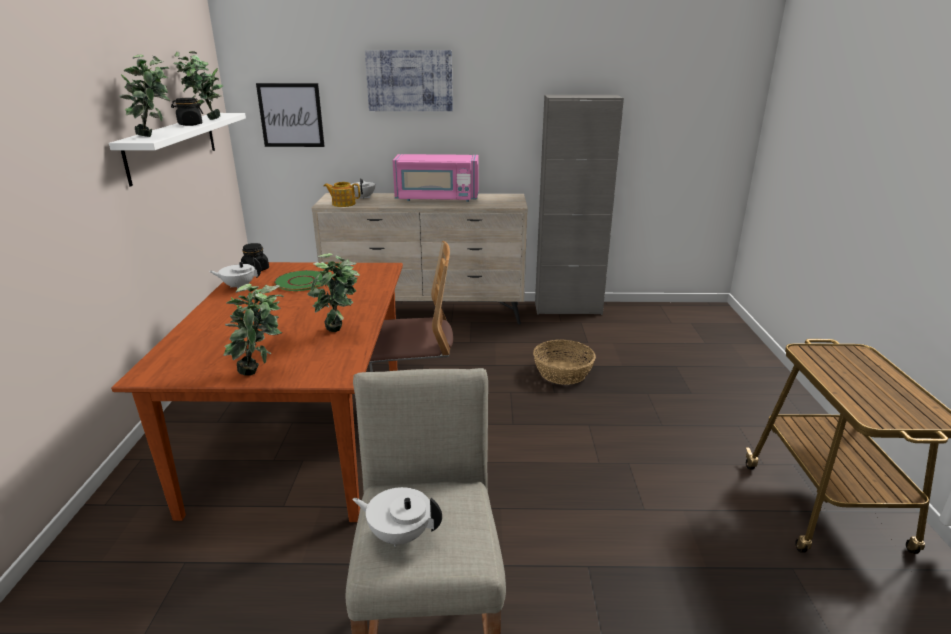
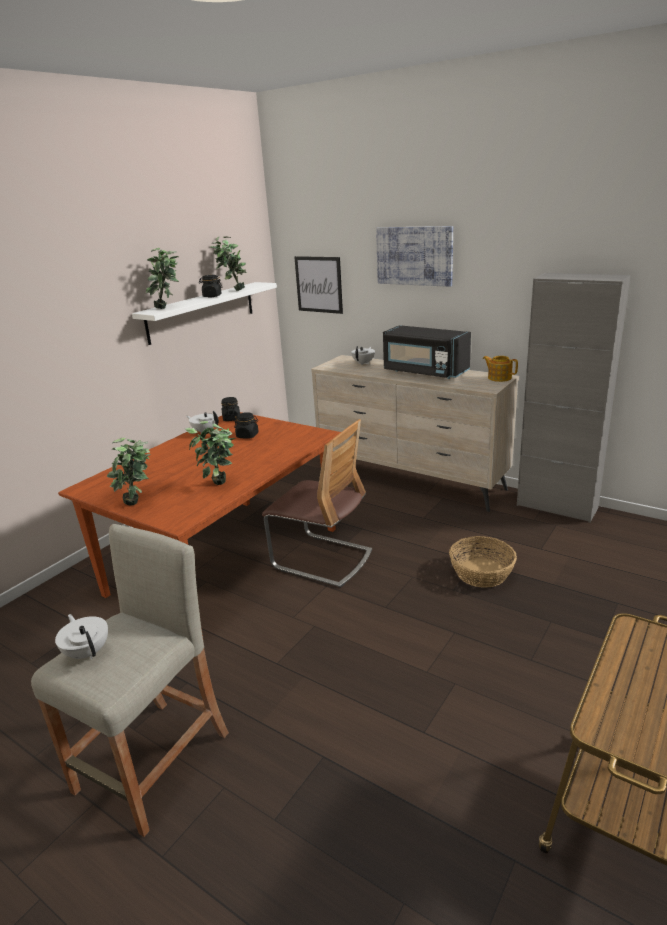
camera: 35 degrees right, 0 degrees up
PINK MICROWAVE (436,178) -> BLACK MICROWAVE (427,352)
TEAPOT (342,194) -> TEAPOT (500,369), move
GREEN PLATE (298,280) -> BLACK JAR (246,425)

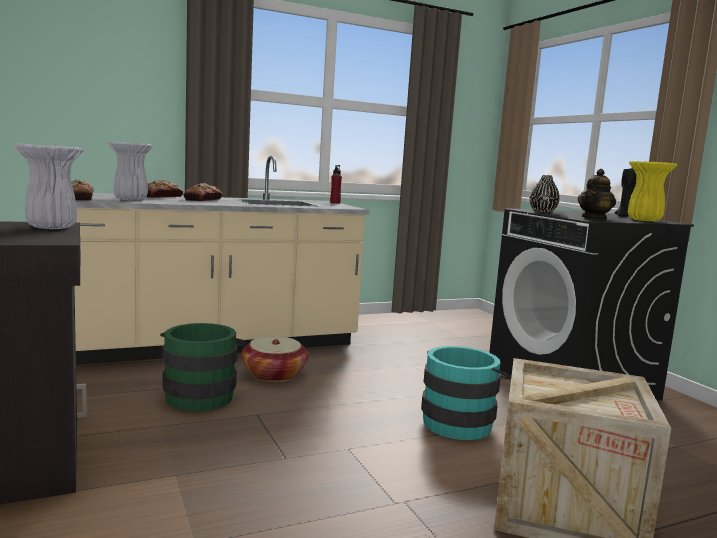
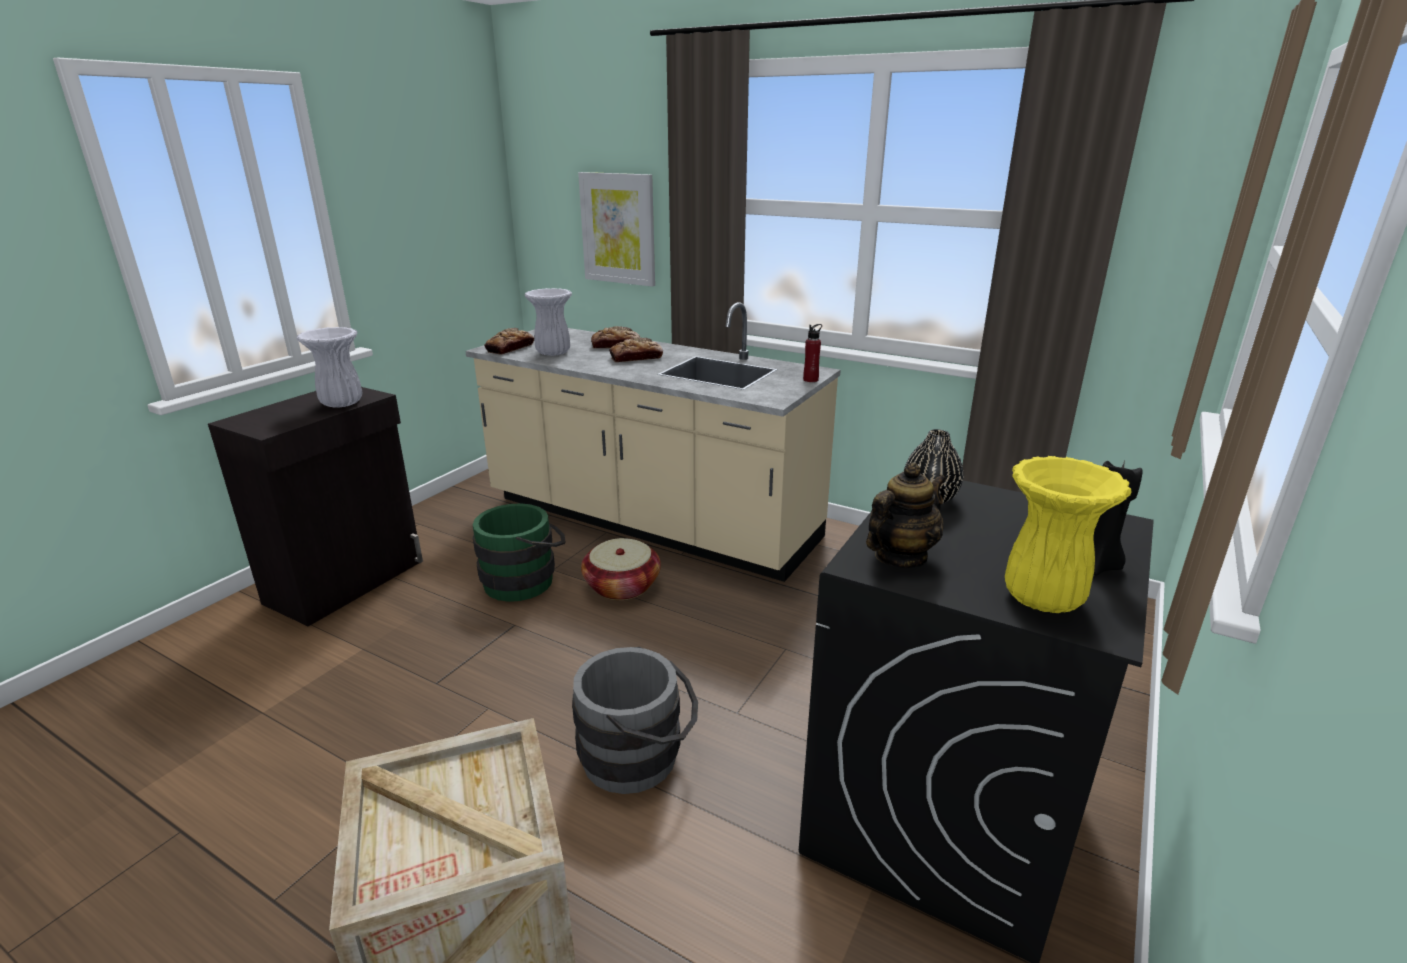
camera: 55 degrees right, 15 degrees up
TEAPOT (597,194) -> TEAPOT (906,515), 135 degrees clockwise
TURQUOISE BUCKET (466,393) -> GREY BUCKET (635,720)
none -> PICTURE (616,229)

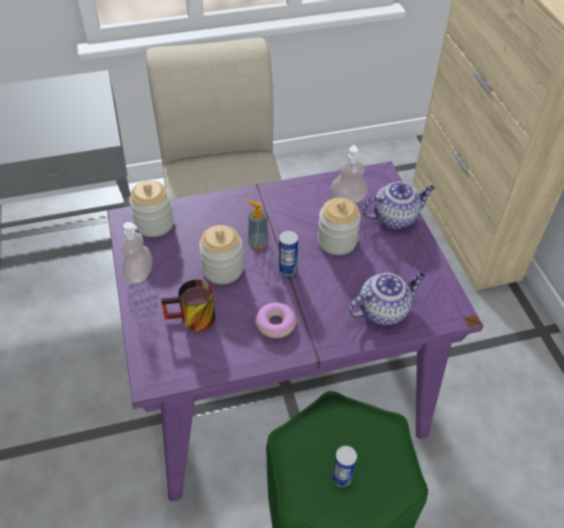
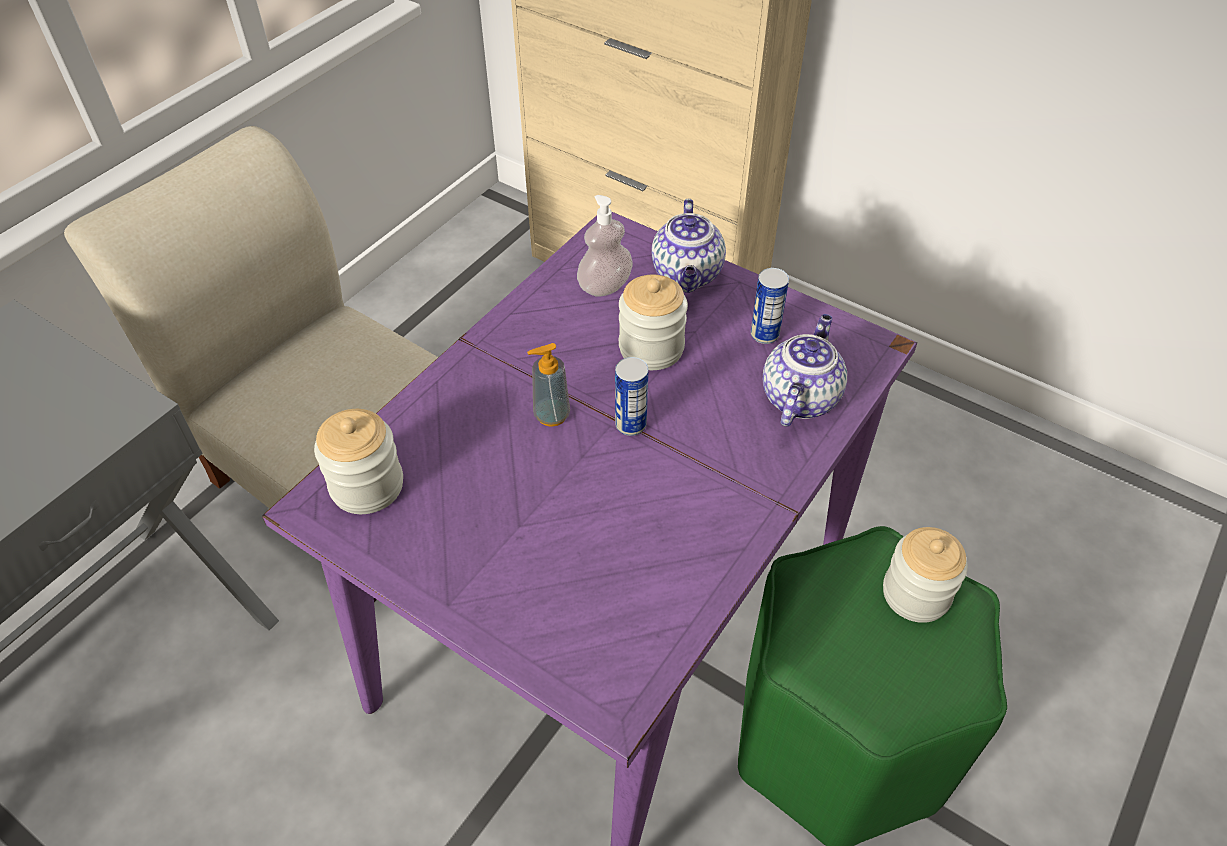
camera: 40 degrees left, 0 degrees up
TEAPOT (398,205) -> TEAPOT (688,246), 150 degrees clockwise
SOAP DISPENSER (137,253) -> none
JAR (221,254) -> JAR (925,575), move
MUG (188,305) -> none
DONUT (275,320) -> none
CAN (344,466) -> CAN (770,306), move

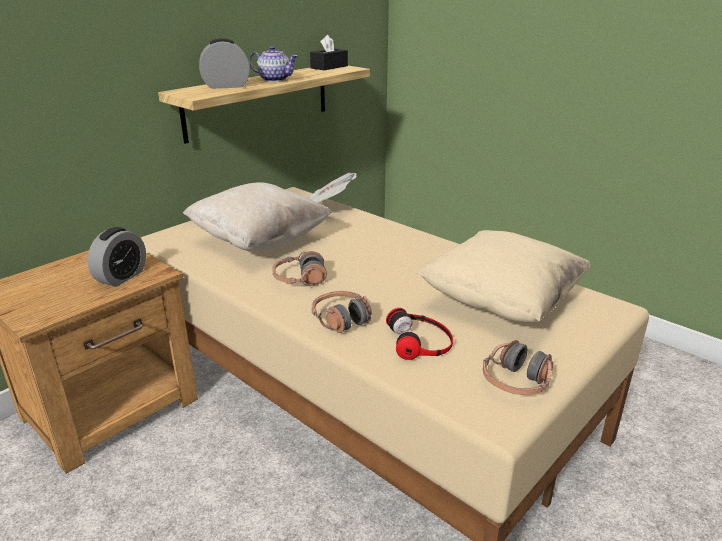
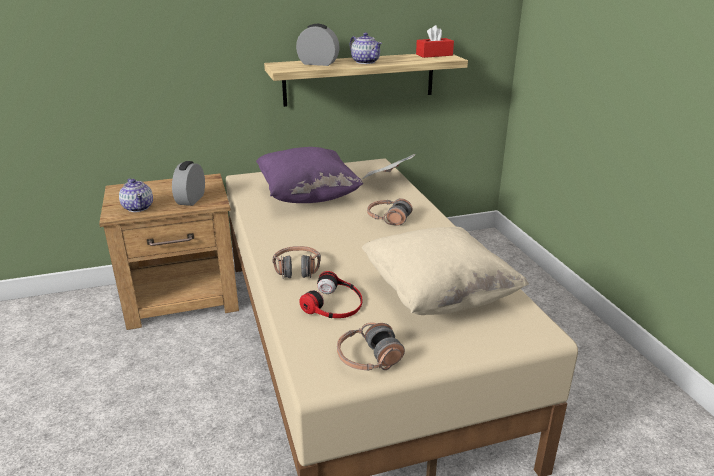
camera: 30 degrees right, 0 degrees up
BLACK TISSUE BOX (329,52) -> RED TISSUE BOX (435,41)
BEIGE PILLOW (257,216) -> PURPLE PILLOW (309,175)
ALARM CLOCK (116,257) -> ALARM CLOCK (188,183), 135 degrees clockwise
HEADPHONES (299,268) -> HEADPHONES (390,212), move
none -> TEAPOT (136,195)

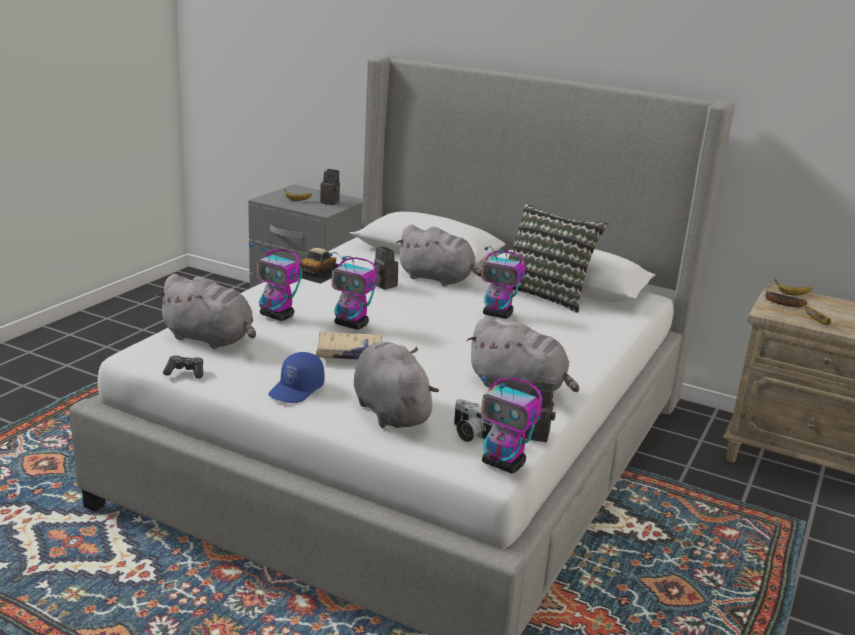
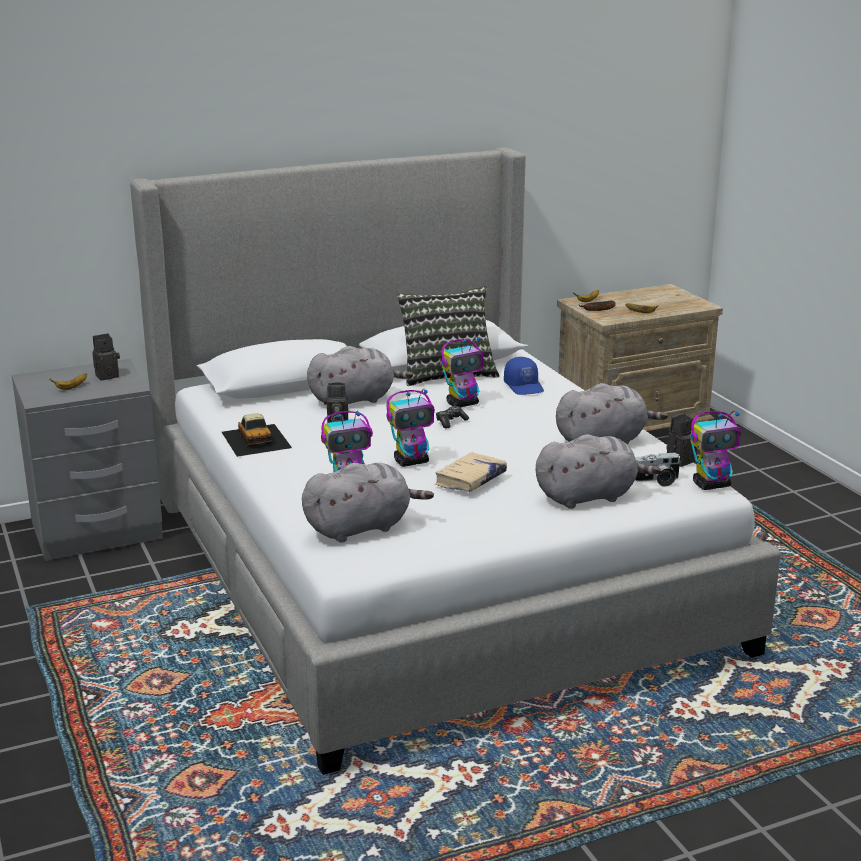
camera: 50 degrees left, 0 degrees up
GREY PLUSH TOY (396,385) -> GREY PLUSH TOY (598,471), 150 degrees clockwise
BLUE CAP (296,377) -> BLUE CAP (524,376), move
GAME CONTROLLER (183,367) -> GAME CONTROLLER (452,417), move

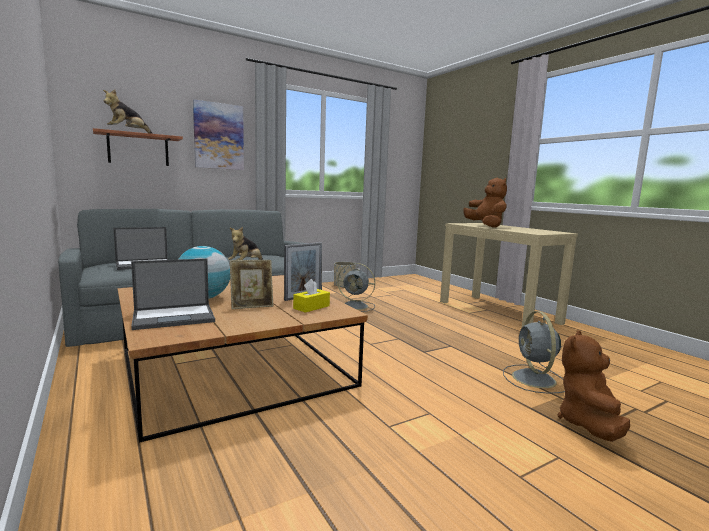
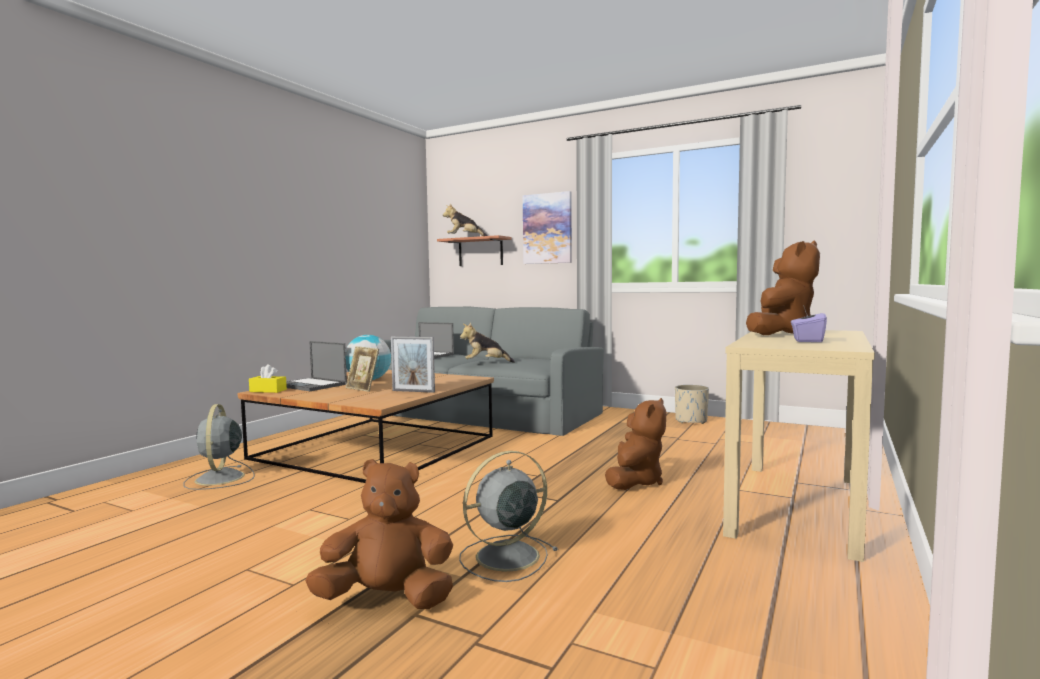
camera: 60 degrees right, 5 degrees down
GREY FAN (356,287) -> GREY FAN (219,447), move
YELLOW TISSUE BOX (311,296) -> YELLOW TISSUE BOX (268,378), move
none -> PURPLE TISSUE BOX (809,323)
none -> BROWN PLUSH TOY (635,444)

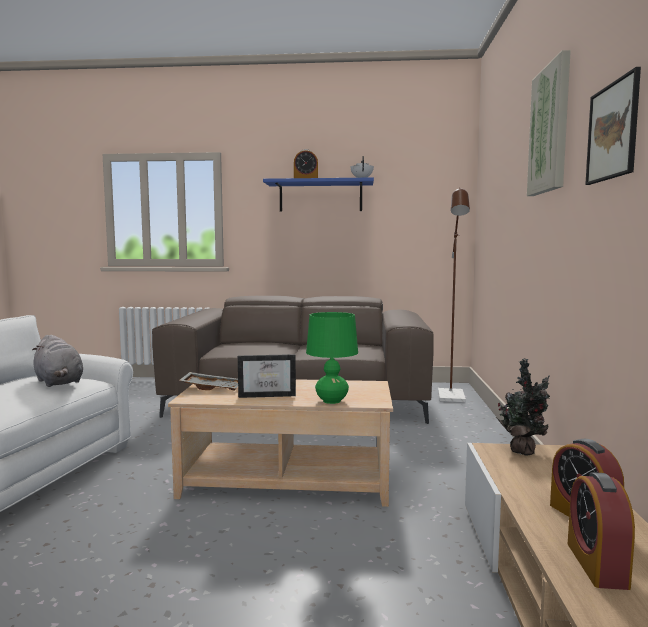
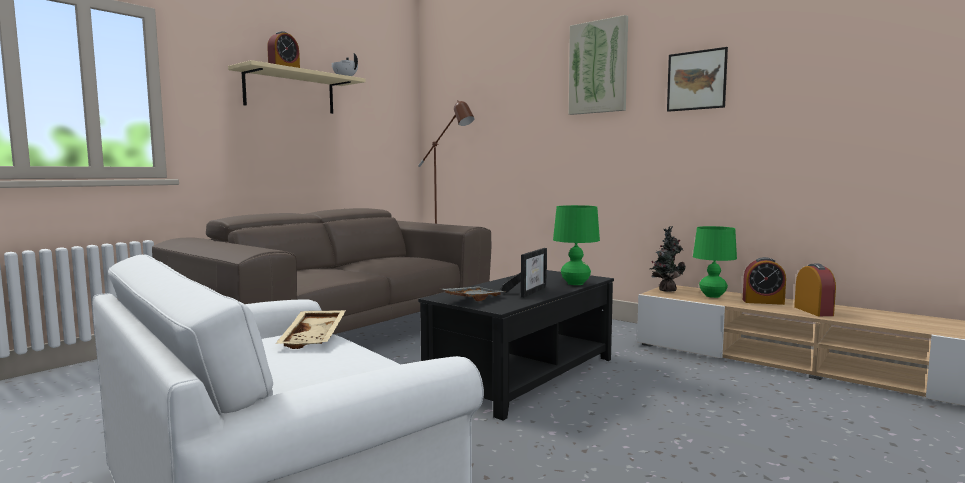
camera: 55 degrees left, 0 degrees up
BLUE SHELF (318,195) -> BEIGE SHELF (297,87)
GREY PLUSH TOY (57,361) -> BEIGE TRAY (311,329)
BEIGE COFFEE TABLE (280,443) -> BLACK COFFEE TABLE (516,345)
ALARM CLOCK (601,531) -> ALARM CLOCK (815,290), 135 degrees counterclockwise
none -> GREEN TABLE LAMP (715,262)

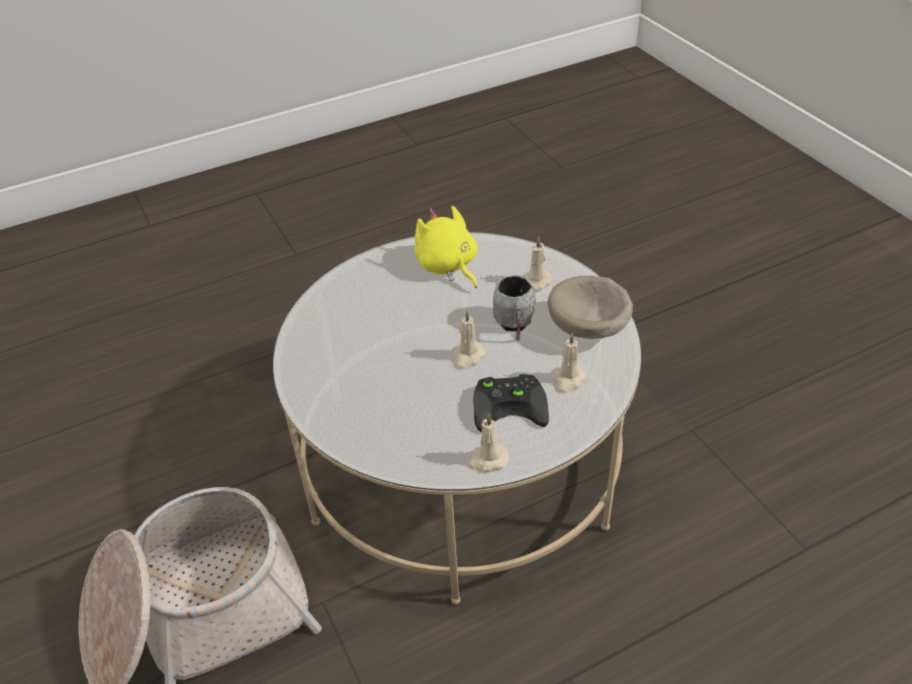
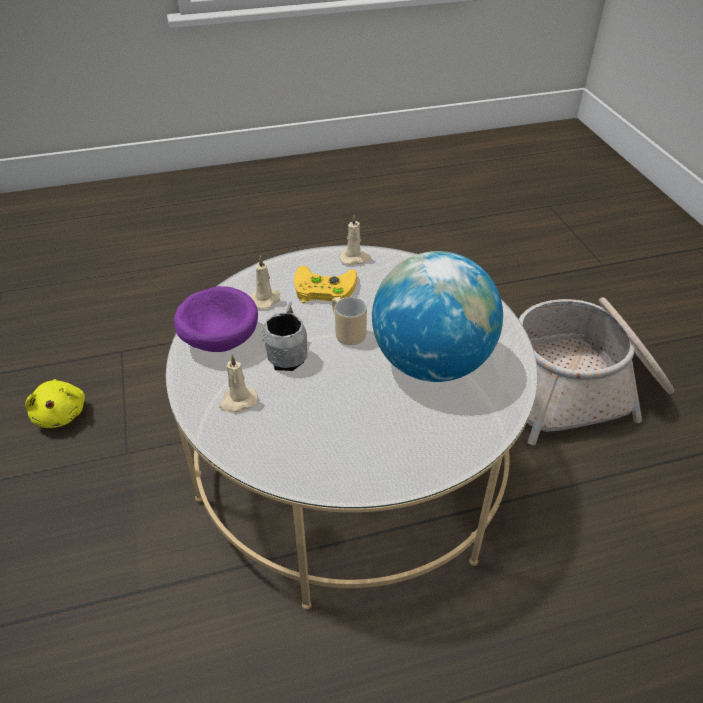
camera: 170 degrees left, 0 degrees up
YELLOW PLUSH TOY (446,247) -> YELLOW PLUSH TOY (55,403), move
BEIGE BOWL (590,307) -> PURPLE BOWL (216,319)
BEIGE CANDLE (469,339) -> BEIGE MUG (349,321)
BLACK GAME CONTROLLER (511,403) -> YELLOW GAME CONTROLLER (325,284)
none -> GLOBE (437,316)

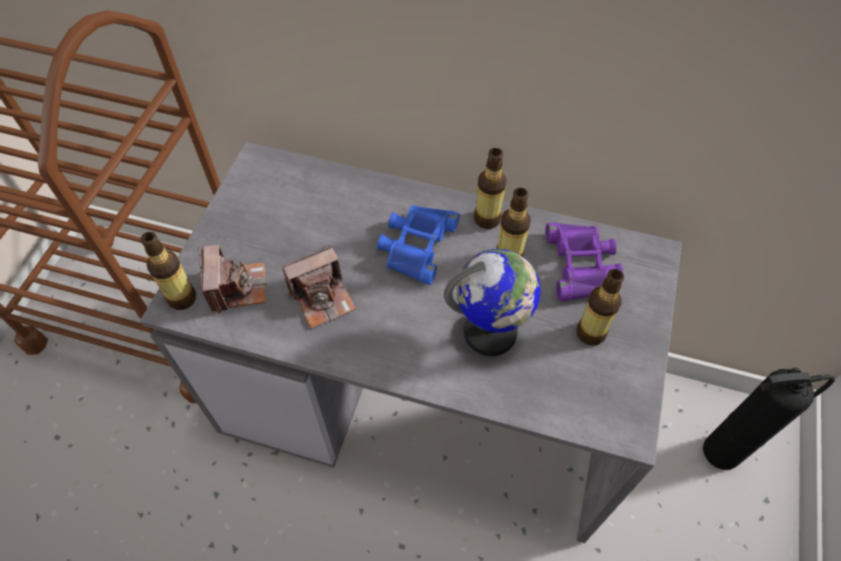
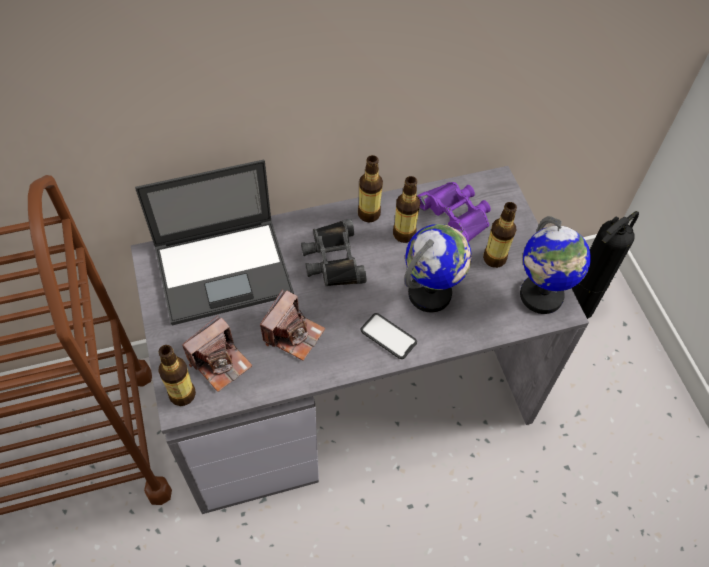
camera: 35 degrees left, 0 degrees up
BLUE BINOCULARS (418,245) -> BLACK BINOCULARS (334,252)
PHOTO CAMERA (232,279) -> PHOTO CAMERA (217,353), 90 degrees clockwise
none -> LAPTOP (214,242)
none -> GLOBE (555,265)
none -> PHONE (388,336)

